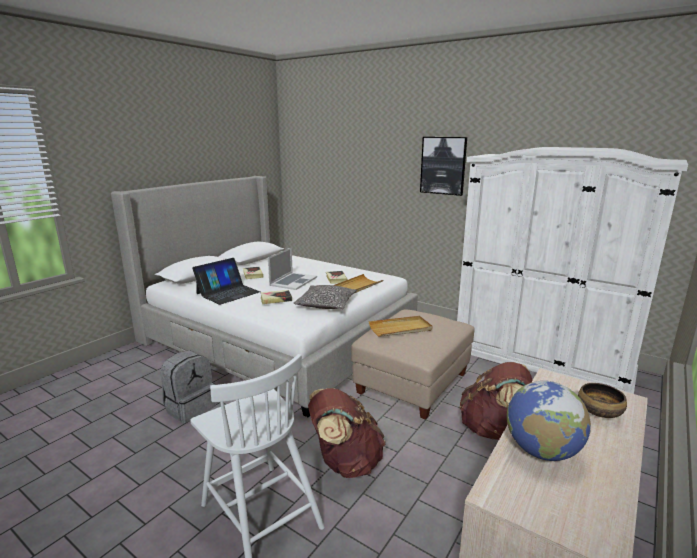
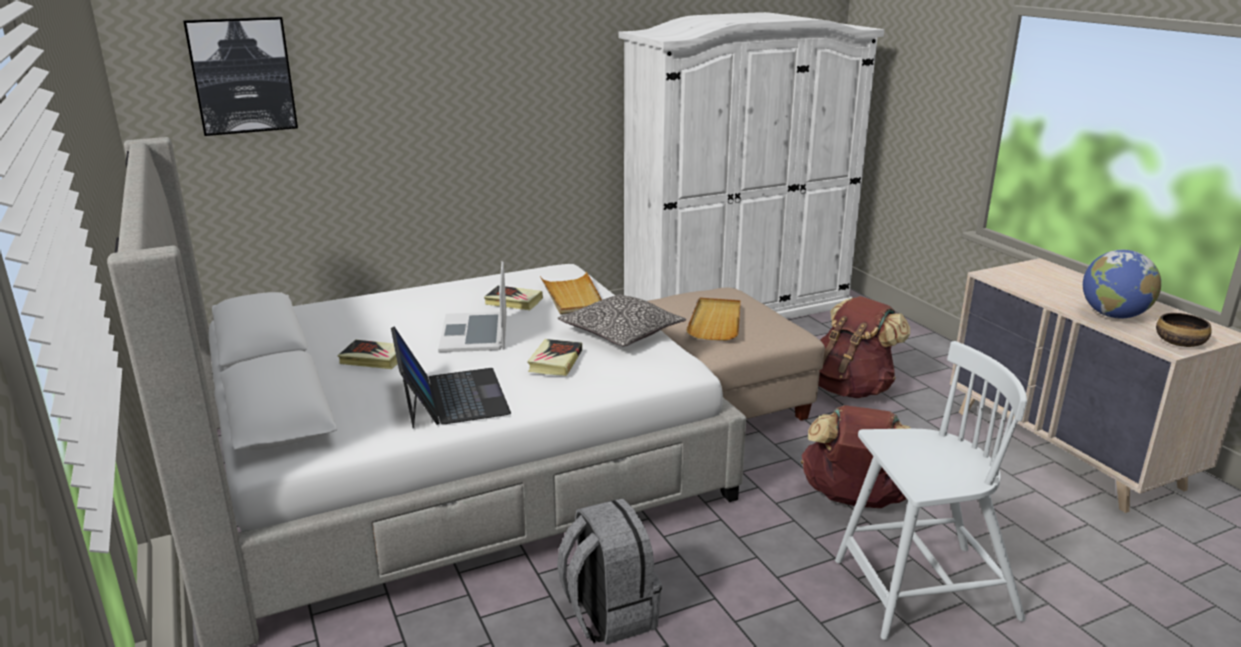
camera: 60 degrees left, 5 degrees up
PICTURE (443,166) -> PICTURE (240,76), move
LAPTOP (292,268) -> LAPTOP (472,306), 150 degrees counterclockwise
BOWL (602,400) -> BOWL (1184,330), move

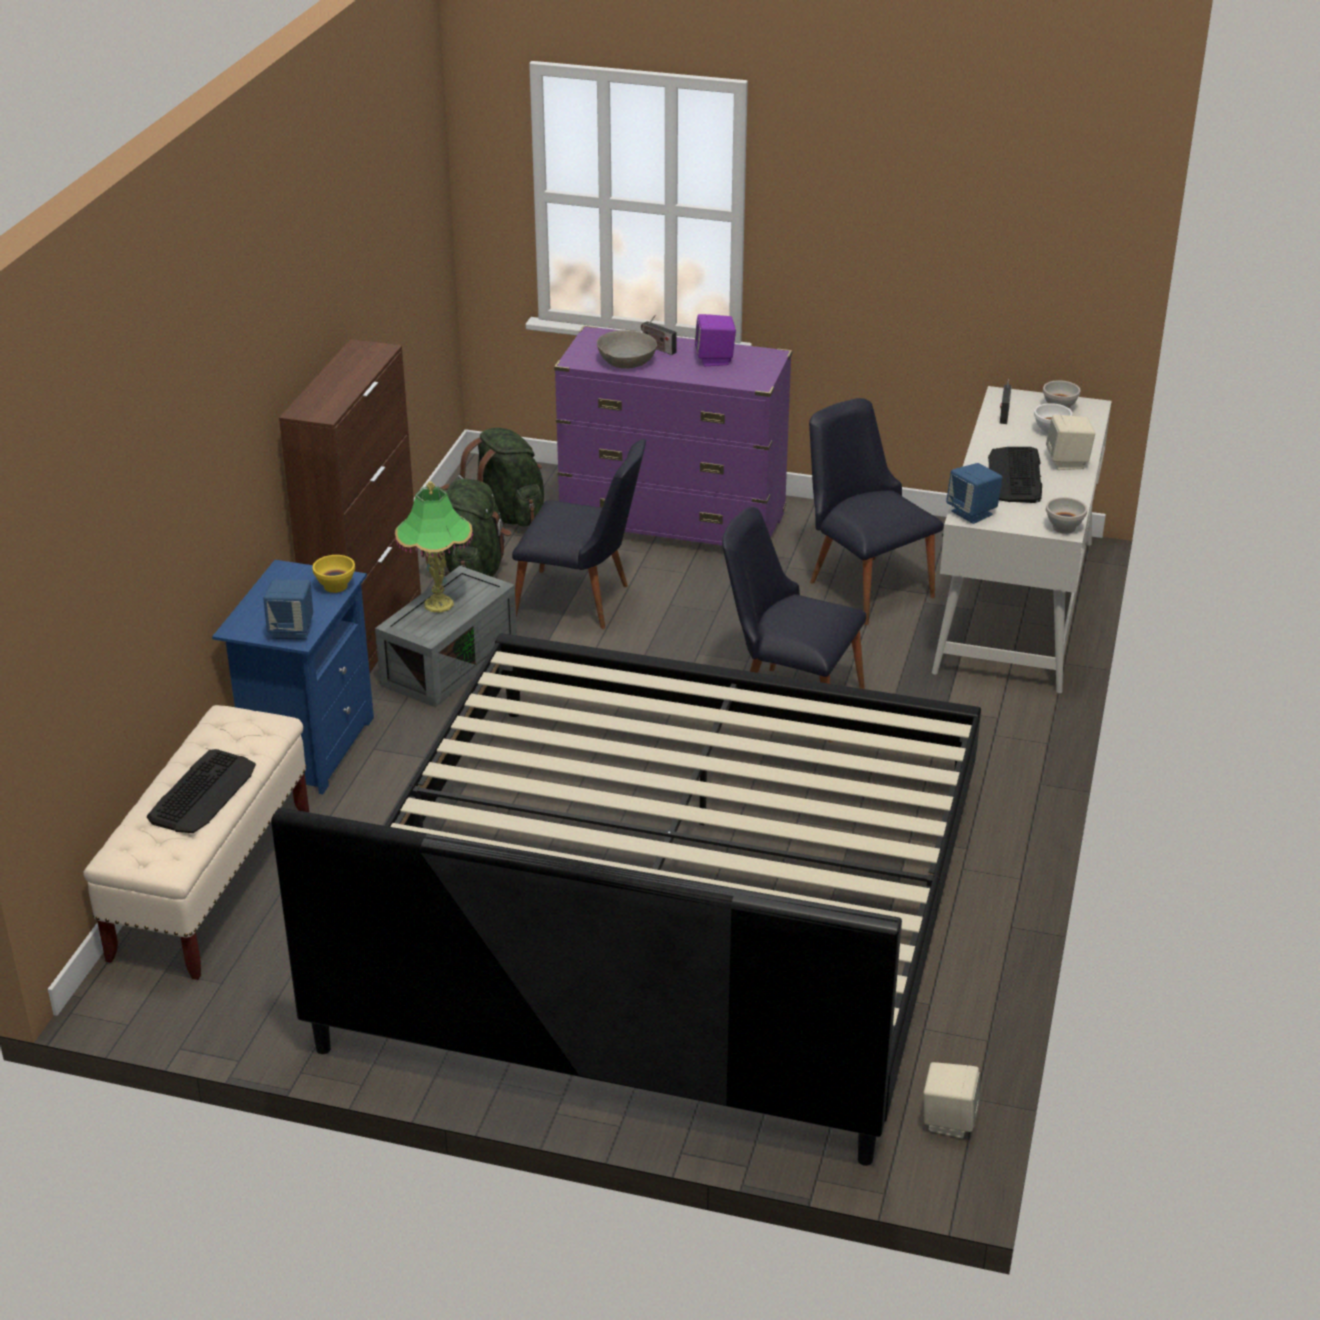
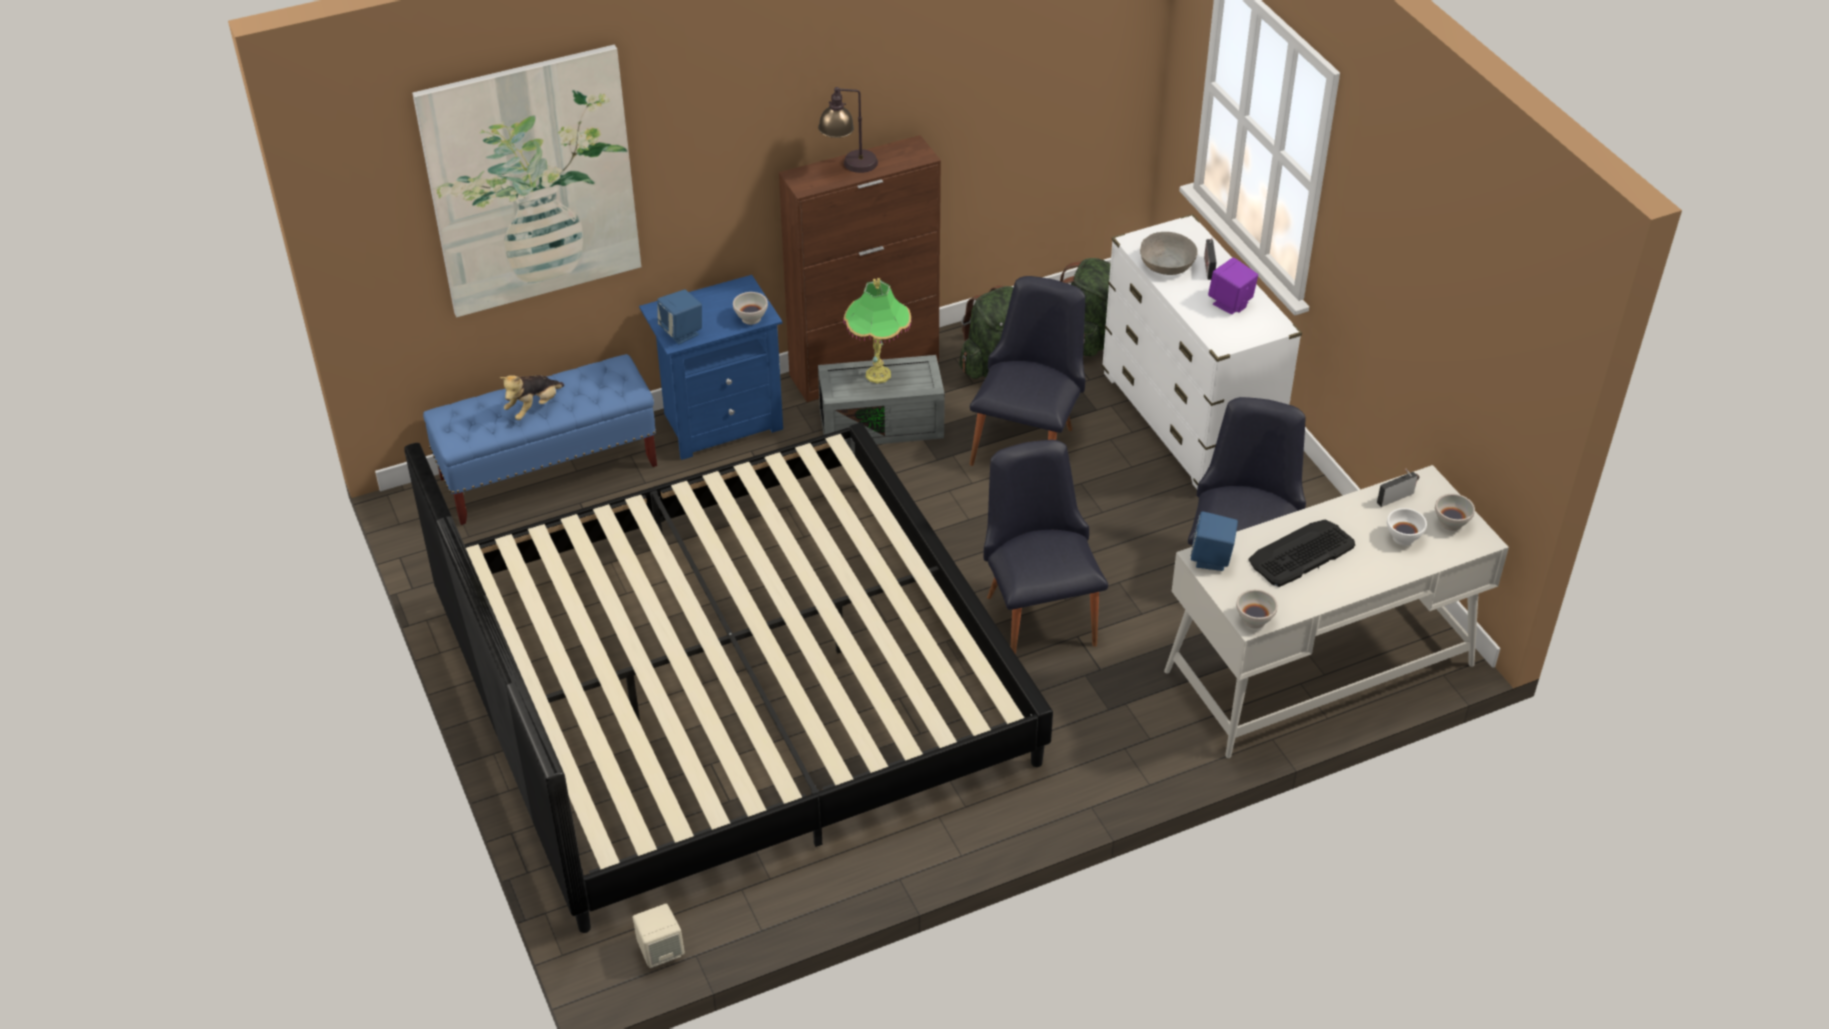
camera: 50 degrees right, 10 degrees up
PURPLE DRESSER (673,435) -> WHITE DRESSER (1202,351)
BEIGE SPEAKER (1070,442) -> none
BLACK CHAIR (579,534) -> BLACK CHAIR (1027,371), 135 degrees counterclockwise
YELLOW BOWL (333,574) -> WHITE BOWL (750,308)
BEIGE BENCH (196,842) -> BLUE BENCH (540,439)
KEYBOARD (201,791) -> PLUSH TOY (532,397)
none -> PICTURE (526,181)
none -> TABLE LAMP (848,130)

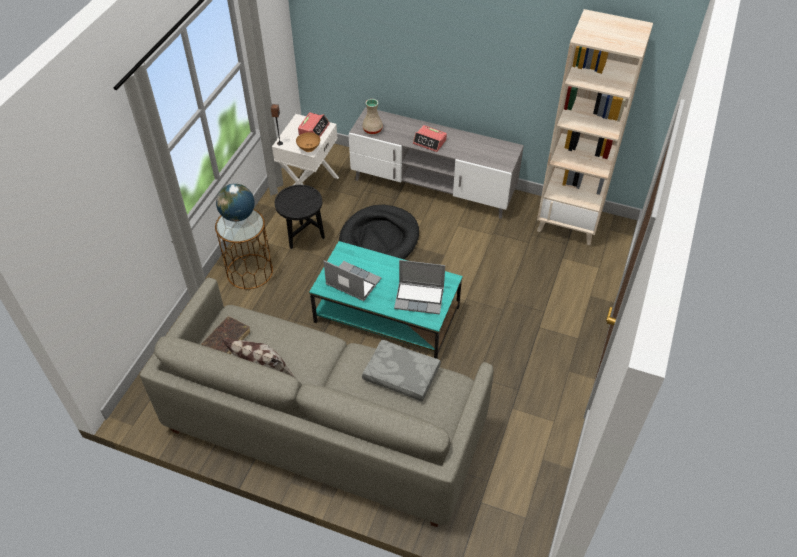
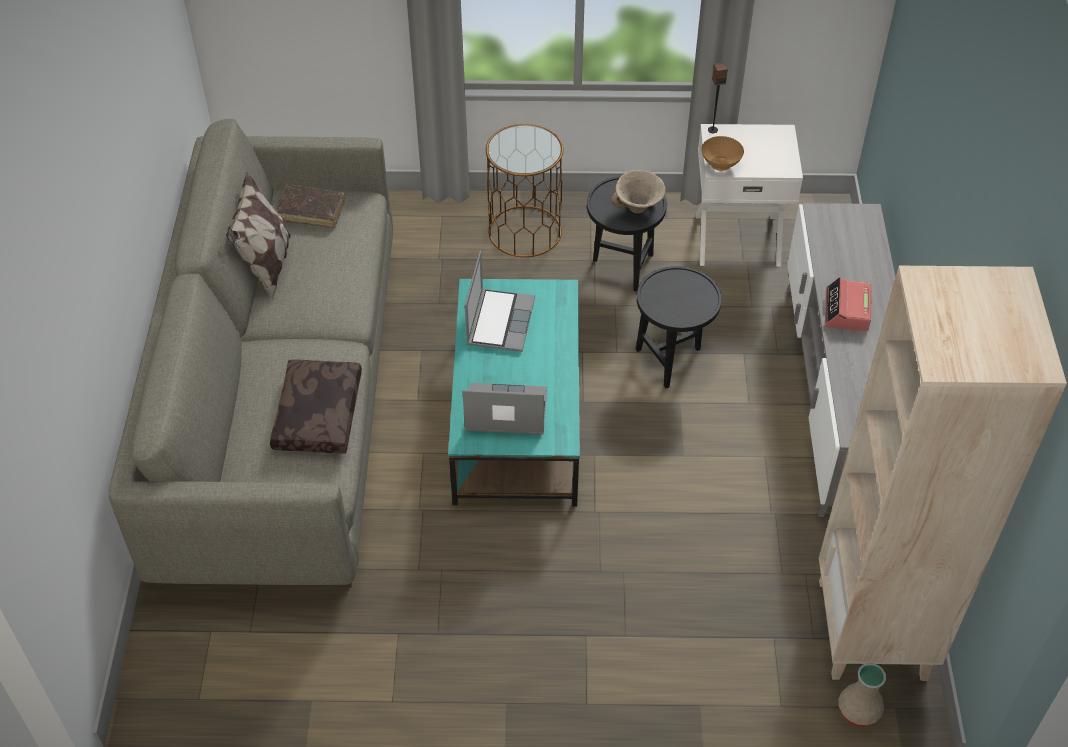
camera: 70 degrees right, 0 degrees up
BEIGE VASE (372,116) -> BEIGE VASE (862,695), move
ALARM CLOCK (314,124) -> none
GLOBE (235,203) -> none
BLACK DOG BED (379,232) -> BLACK SIDE TABLE (679,327)
LAPTOP (419,287) -> LAPTOP (504,409), 105 degrees clockwise
GREY PILLOW (401,370) -> BROWN PILLOW (316,406)
none -> BEIGE BOWL (639,191)

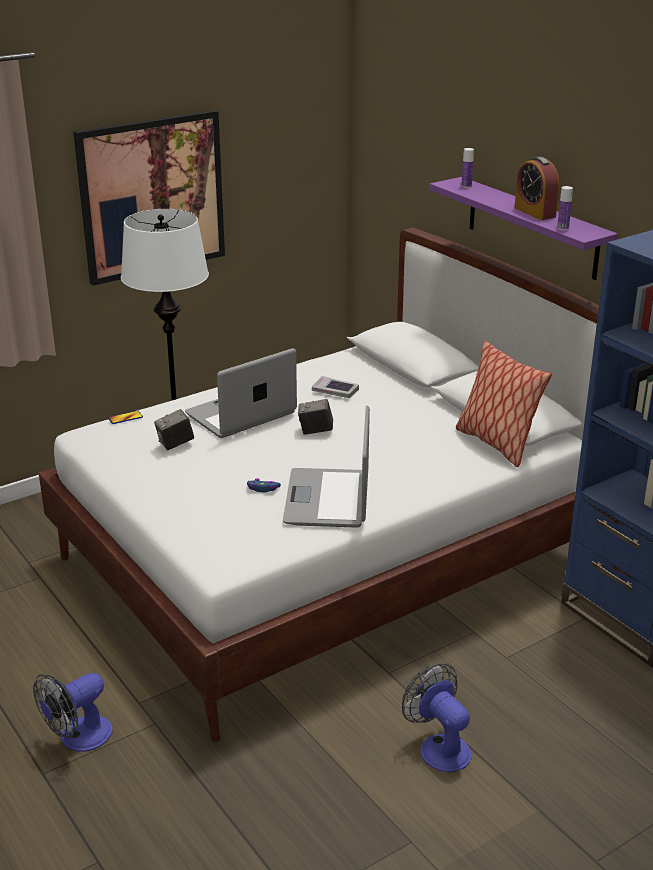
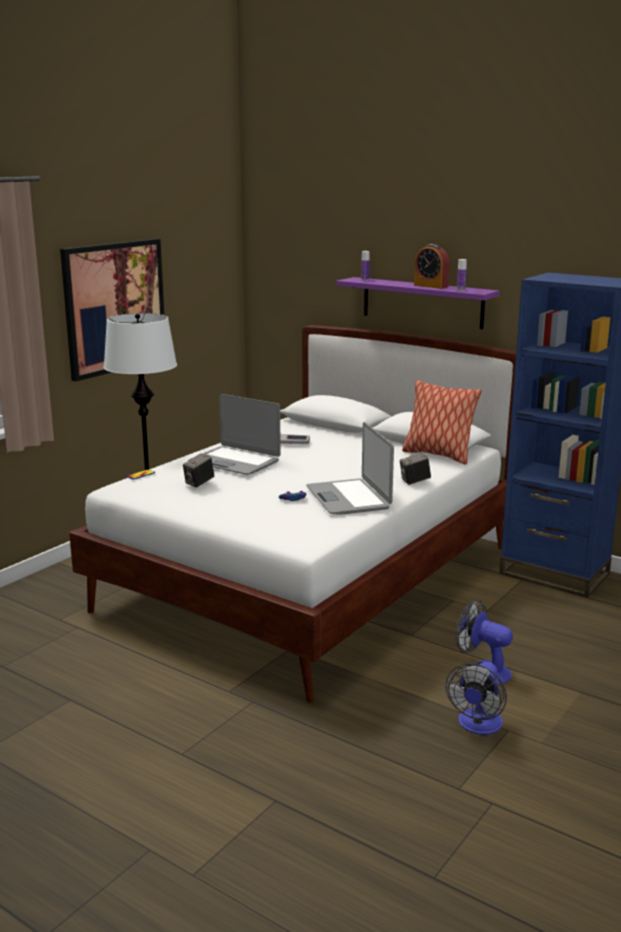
camera: 20 degrees left, 10 degrees down
LAPTOP (241,393) -> LAPTOP (234,434), 90 degrees counterclockwise
PHOTO CAMERA (315,417) -> PHOTO CAMERA (415,469), move
FAN (73,712) -> FAN (476,698), move

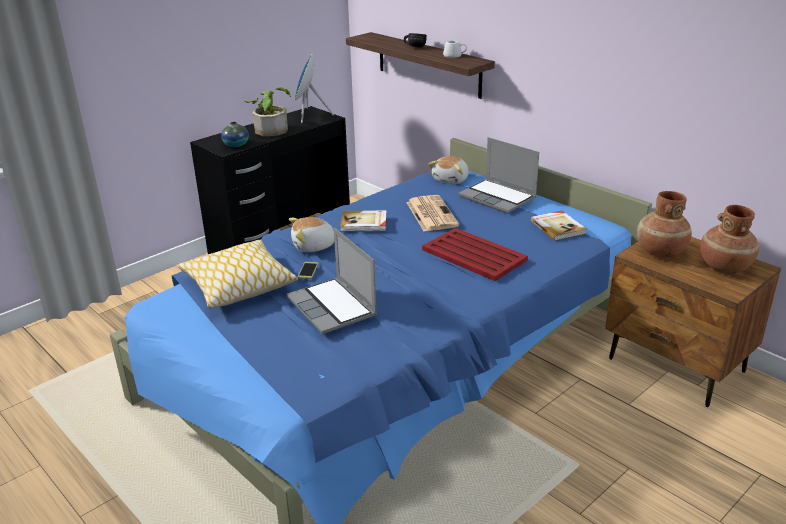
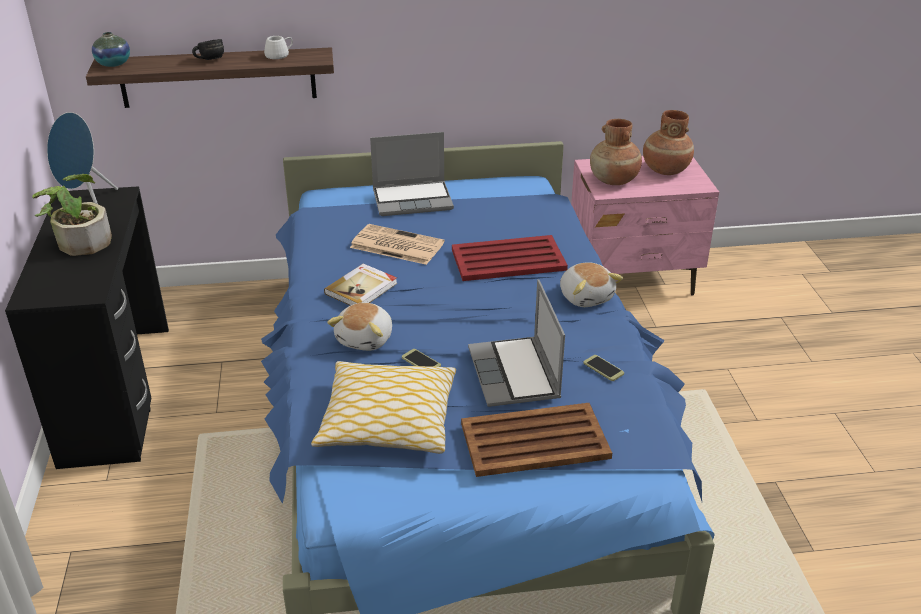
camera: 55 degrees left, 5 degrees up
VASE (235,134) -> VASE (111,49), move
PLUSH TOY (448,170) -> PLUSH TOY (591,284), move
BOOK (558,226) -> none
LAPTOP (332,281) -> LAPTOP (516,343), 75 degrees clockwise
BROWN NIGHTSTAND (693,322) -> PINK NIGHTSTAND (645,226)
none -> PHONE (603,368)
none -> BROWN TRAY (536,440)

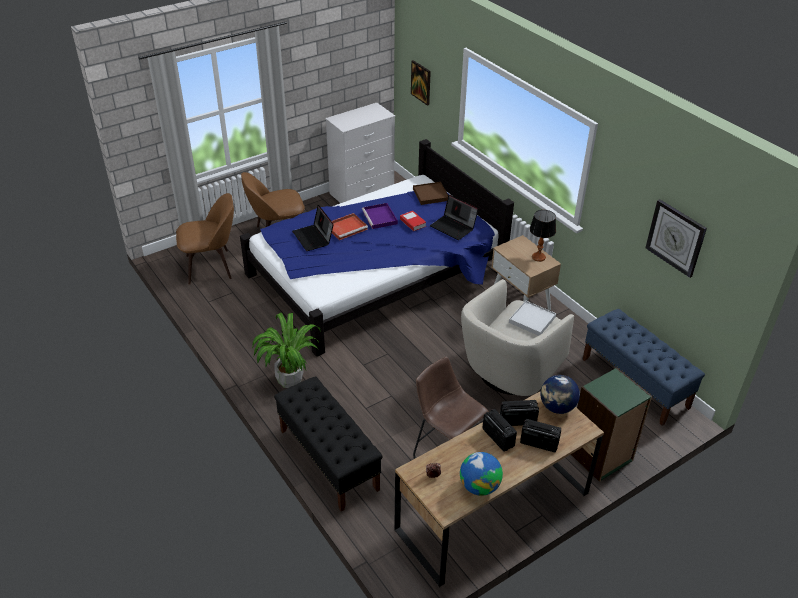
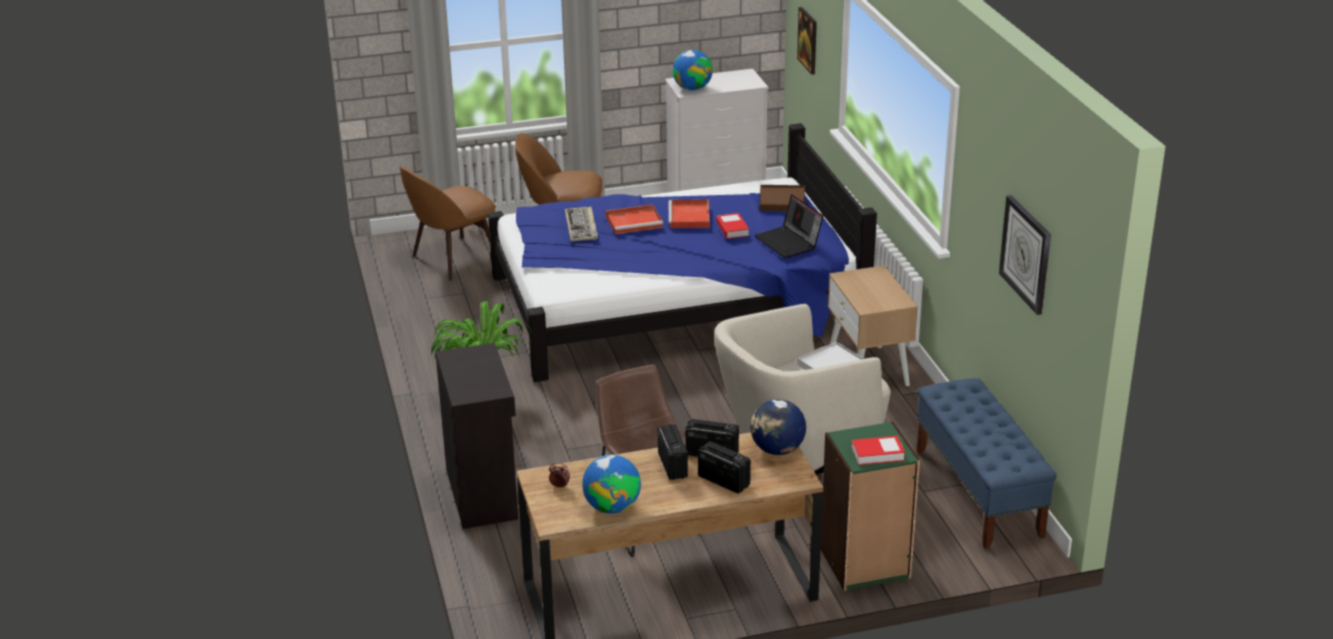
camera: 20 degrees right, 10 degrees down
BROWN CHAIR (205,239) -> BROWN CHAIR (447,223), 135 degrees clockwise
PURPLE TRAY (380,216) -> RED TRAY (689,213)
LAPTOP (313,228) -> KEYBOARD (581,224)
TABLE LAMP (542,236) -> none
BLACK BENCH (328,444) -> BLACK CABINET (476,436)
none -> GLOBE (693,70)
none -> BOOK (878,450)

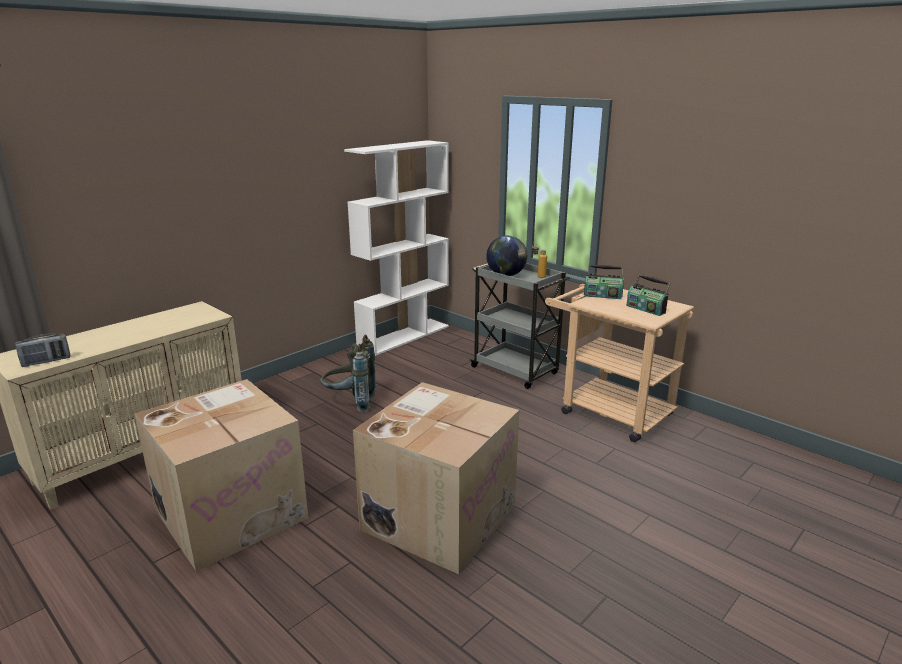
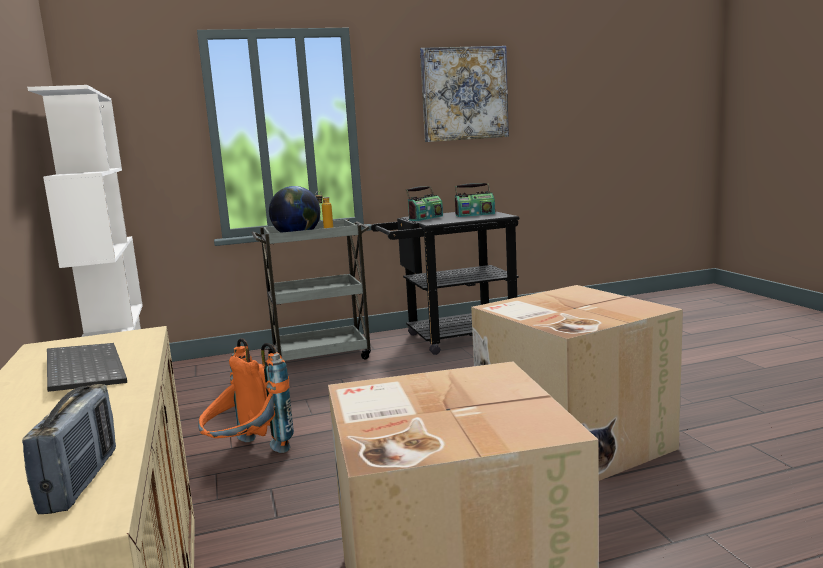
camera: 60 degrees left, 10 degrees down
BEIGE CART (619,363) -> BLACK CART (445,283)
GREY BACKPACK (348,374) -> ORANGE BACKPACK (246,395)
none -> PICTURE (464,94)
none -> KEYBOARD (87,367)

